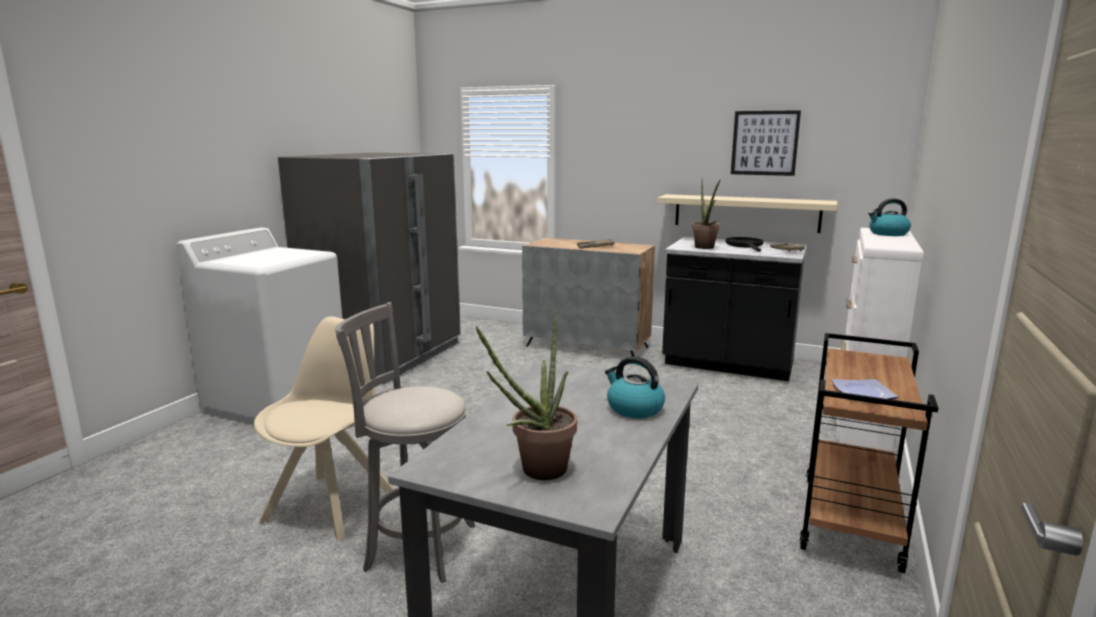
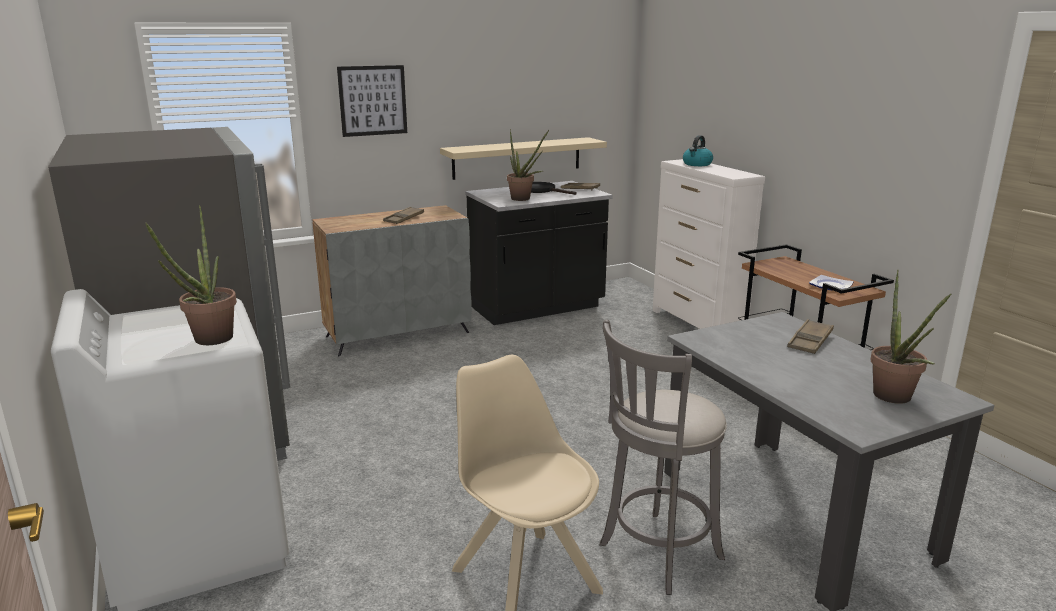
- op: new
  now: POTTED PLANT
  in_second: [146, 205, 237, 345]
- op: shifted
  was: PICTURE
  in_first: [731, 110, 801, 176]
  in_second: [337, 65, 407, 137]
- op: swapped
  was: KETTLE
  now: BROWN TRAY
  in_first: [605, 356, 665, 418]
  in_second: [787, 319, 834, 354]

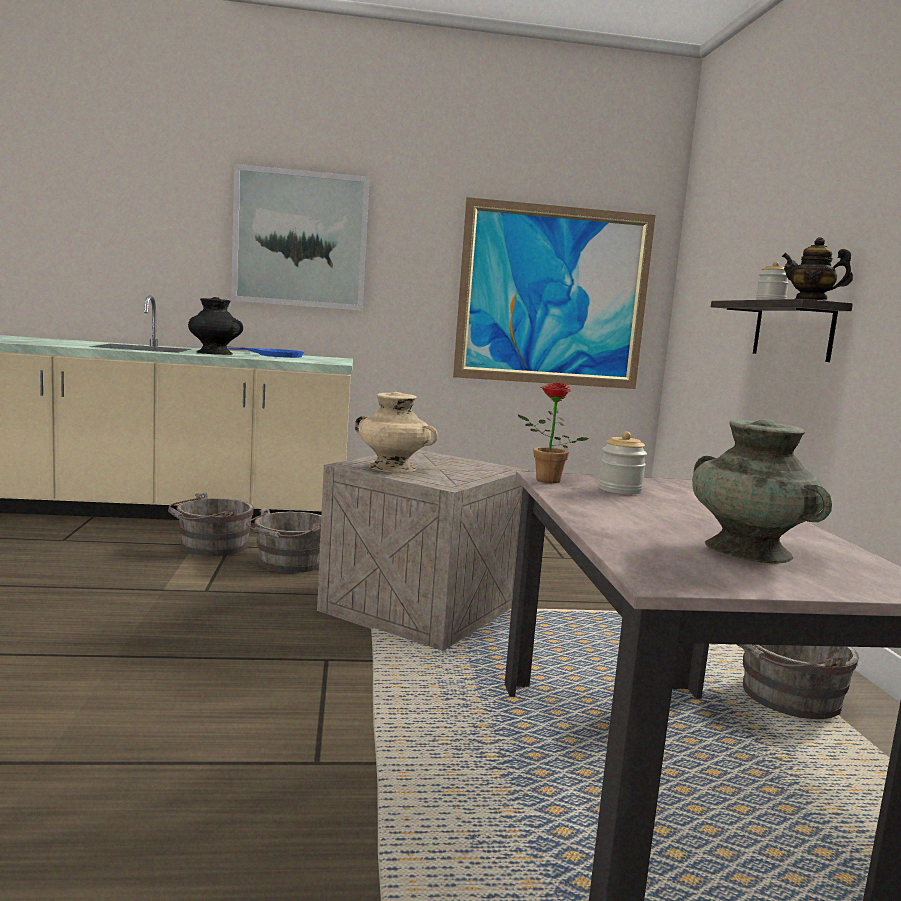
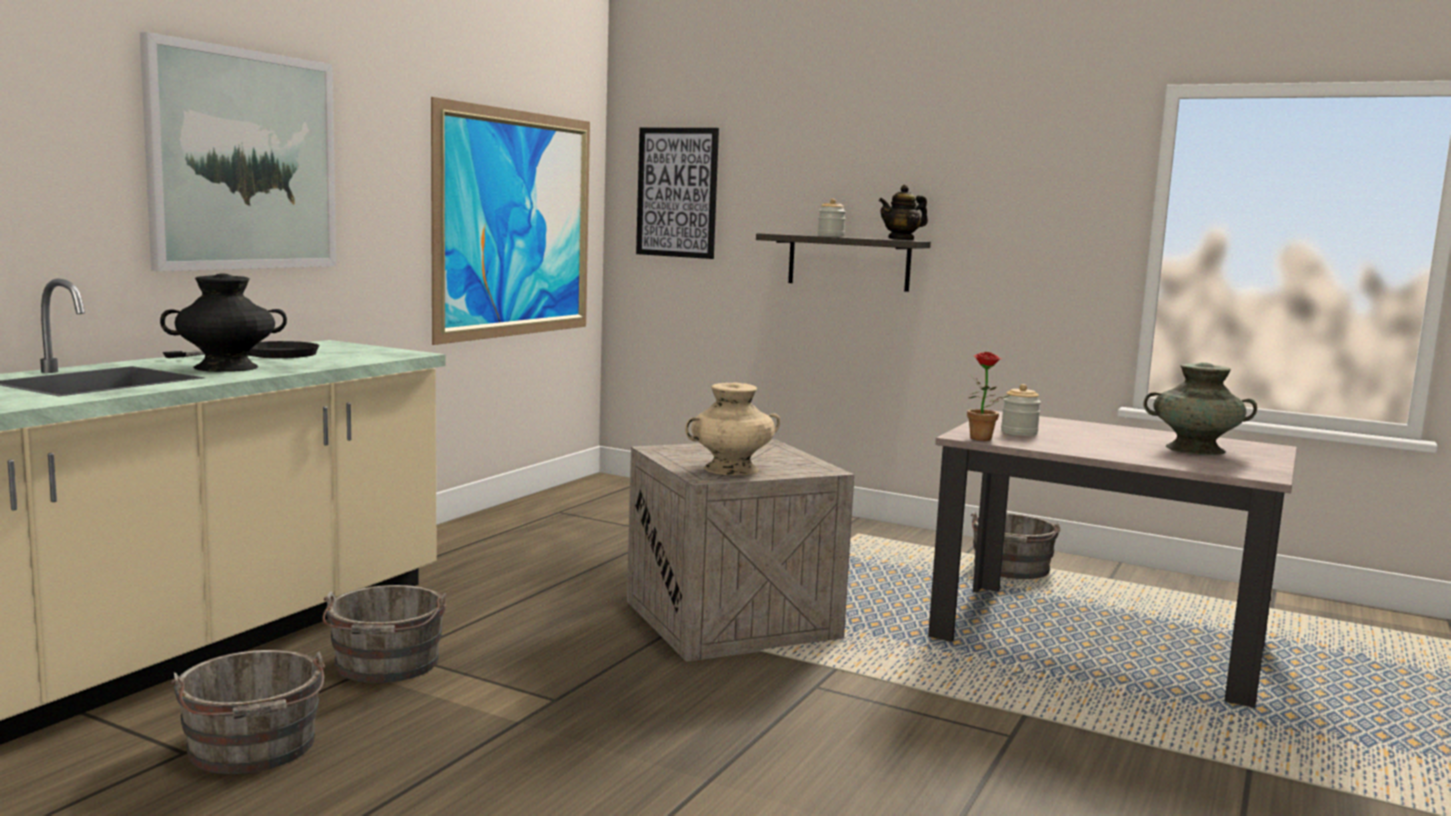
- op: repainted
  was: BLUE FRYING PAN
  now: BLACK FRYING PAN
  in_first: [226, 346, 304, 358]
  in_second: [163, 341, 319, 358]
- op: shifted
  was: GREY BUCKET
  in_first: [246, 508, 321, 573]
  in_second: [171, 650, 325, 774]
- op: new
  now: PICTURE
  in_second: [636, 128, 719, 259]

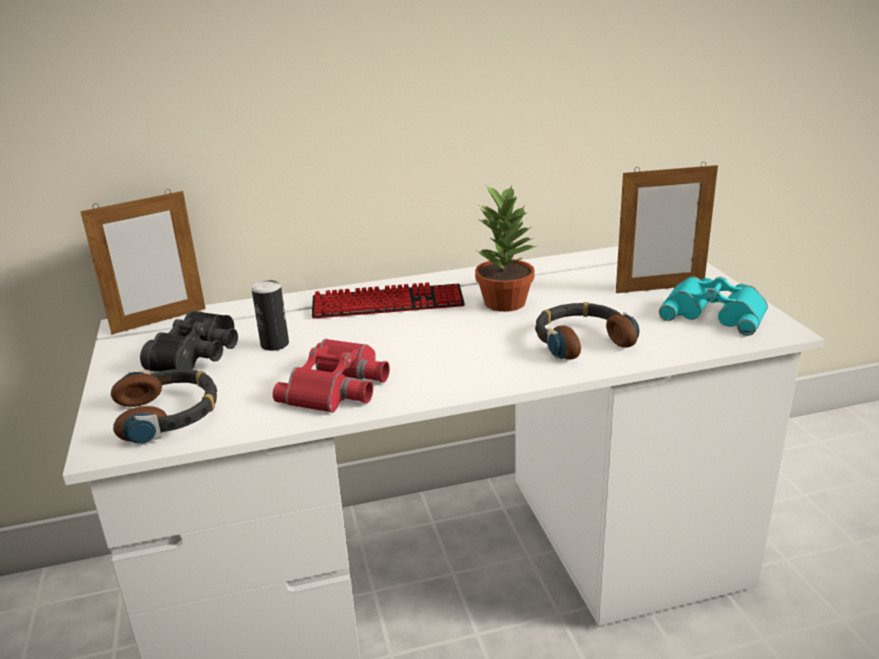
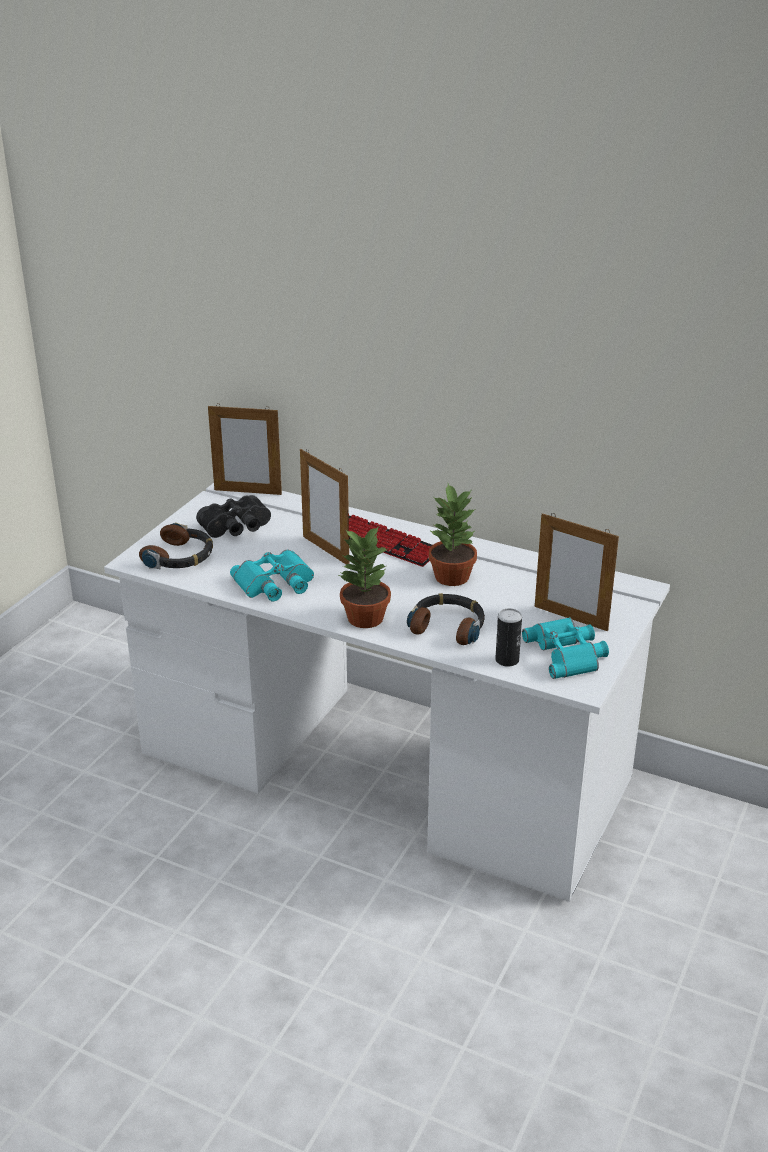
- op: repainted
  was: RED BINOCULARS
  now: TURQUOISE BINOCULARS
  in_first: [272, 339, 390, 413]
  in_second: [230, 550, 314, 601]
- op: new
  now: PICTURE FRAME
  in_second: [300, 449, 349, 564]
- op: new
  now: POTTED PLANT
  in_second: [339, 526, 391, 628]
- op: shifted
  was: CAN
  in_first: [252, 280, 289, 351]
  in_second: [495, 608, 522, 667]

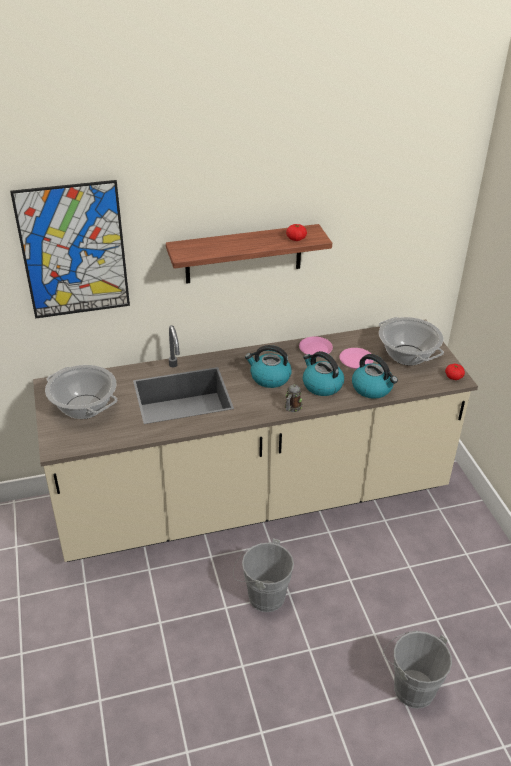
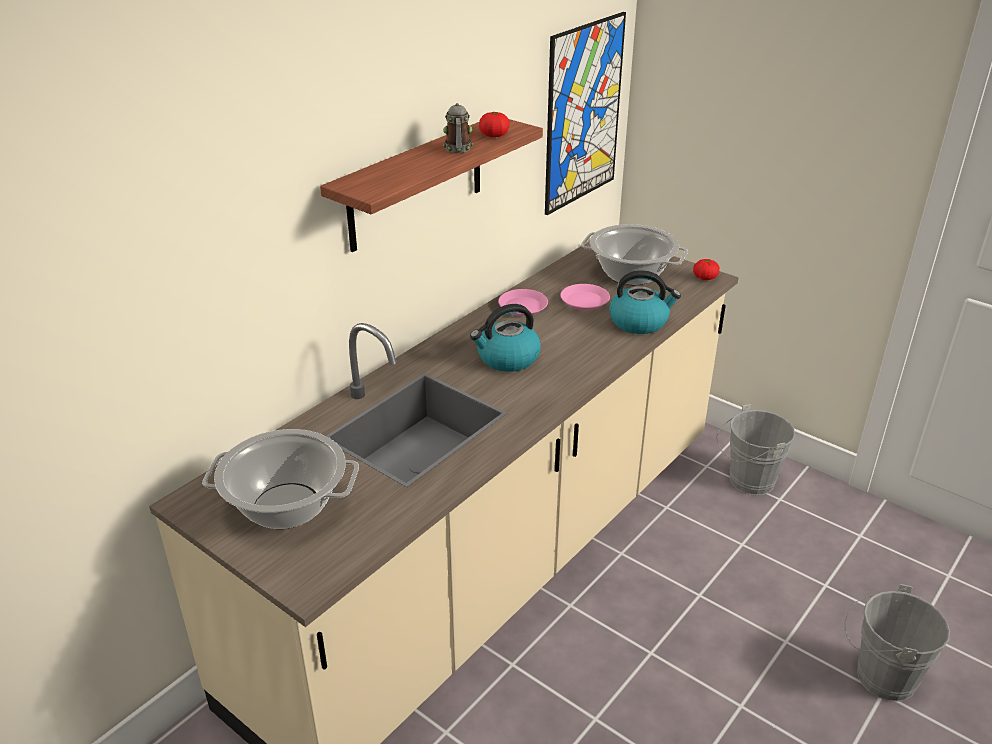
- op: shifted
  was: MUG
  in_first: [285, 384, 302, 412]
  in_second: [443, 103, 473, 153]
- op: shifted
  was: PICTURE
  in_first: [10, 180, 130, 319]
  in_second: [545, 12, 626, 215]
- op: shifted
  was: GREY BUCKET
  in_first: [233, 538, 294, 612]
  in_second: [716, 404, 795, 495]
- op: gone
  was: KETTLE
  in_first: [303, 351, 344, 396]

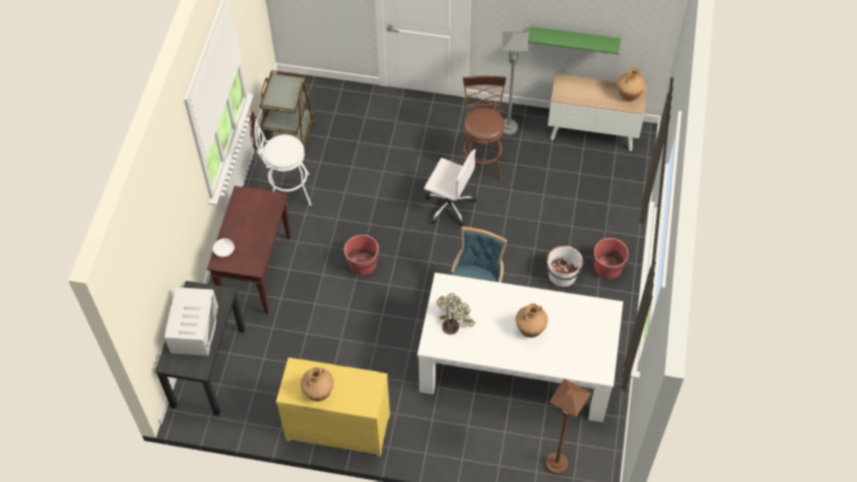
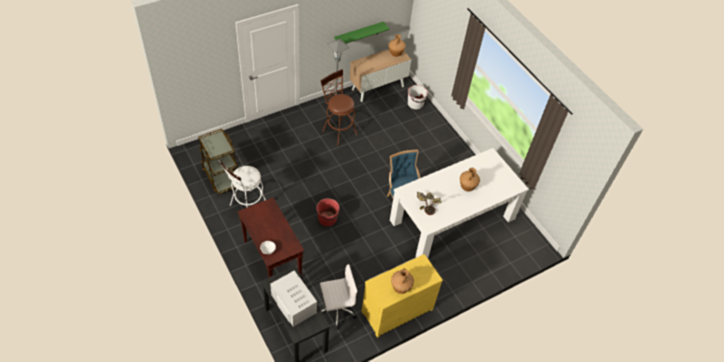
- op: shifted
  was: WHITE OFFICE CHAIR
  in_first: [424, 149, 476, 226]
  in_second: [320, 264, 357, 330]
- op: shifted
  was: WHITE BUCKET
  in_first: [547, 246, 584, 287]
  in_second: [408, 85, 428, 109]
- op: gone
  was: BROWN FLOOR LAMP
  in_first: [546, 378, 591, 475]
- op: gone
  was: RED BUCKET
  in_first: [594, 238, 629, 279]

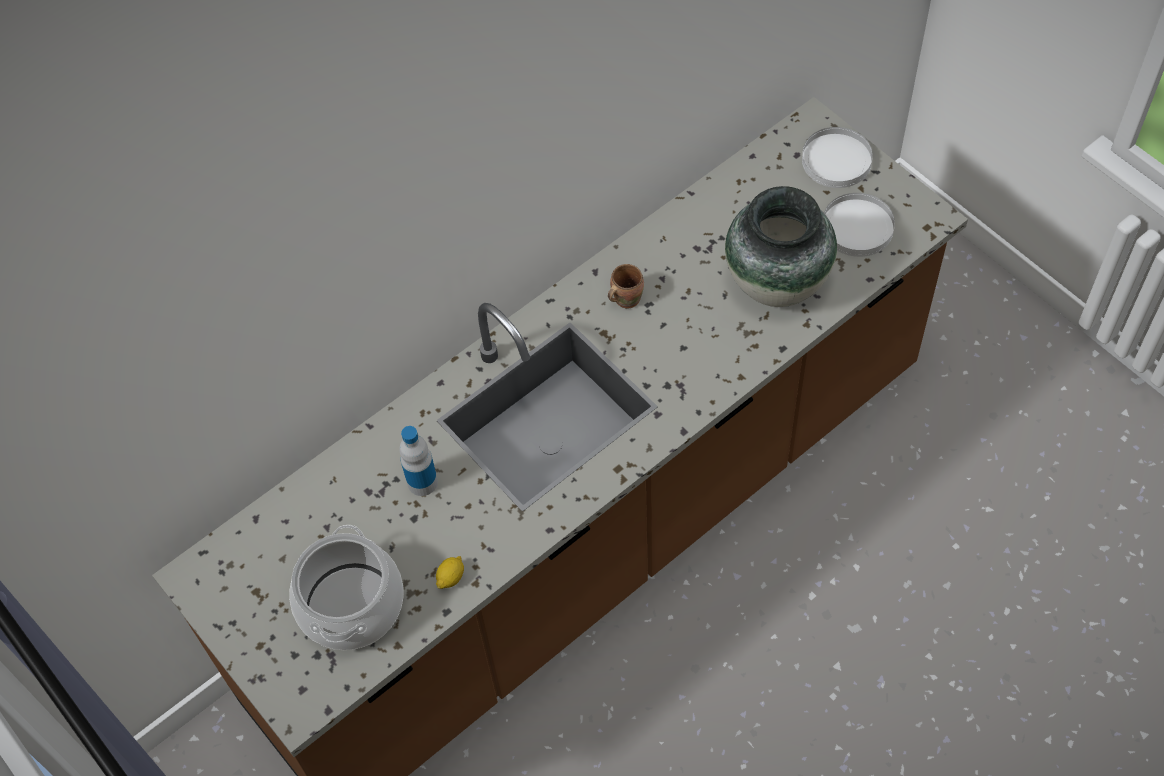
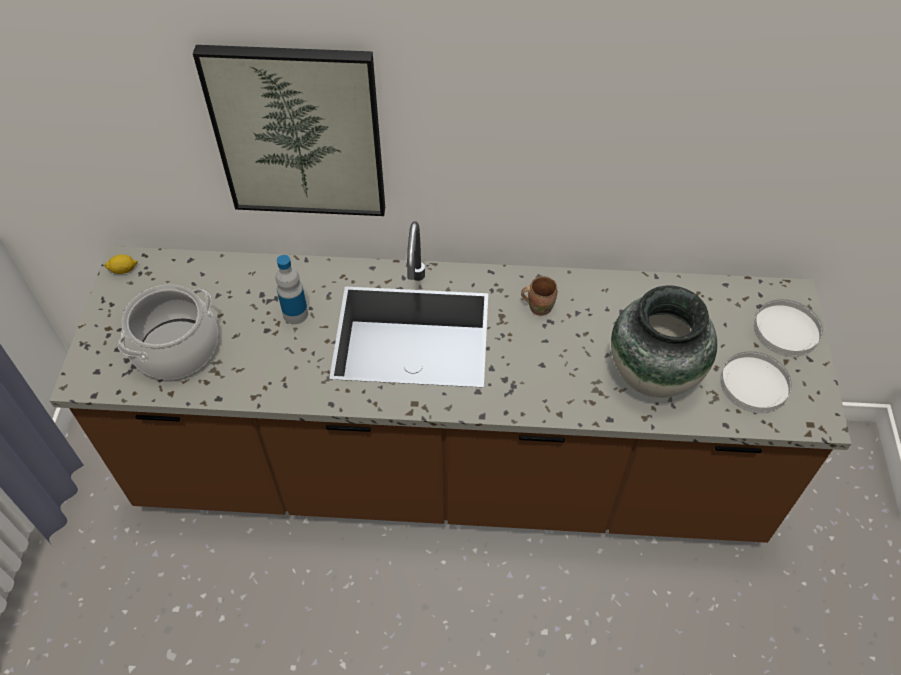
- op: shifted
  was: LEMON
  in_first: [436, 556, 464, 589]
  in_second: [104, 255, 138, 274]
- op: new
  now: PICTURE
  in_second: [193, 45, 385, 216]

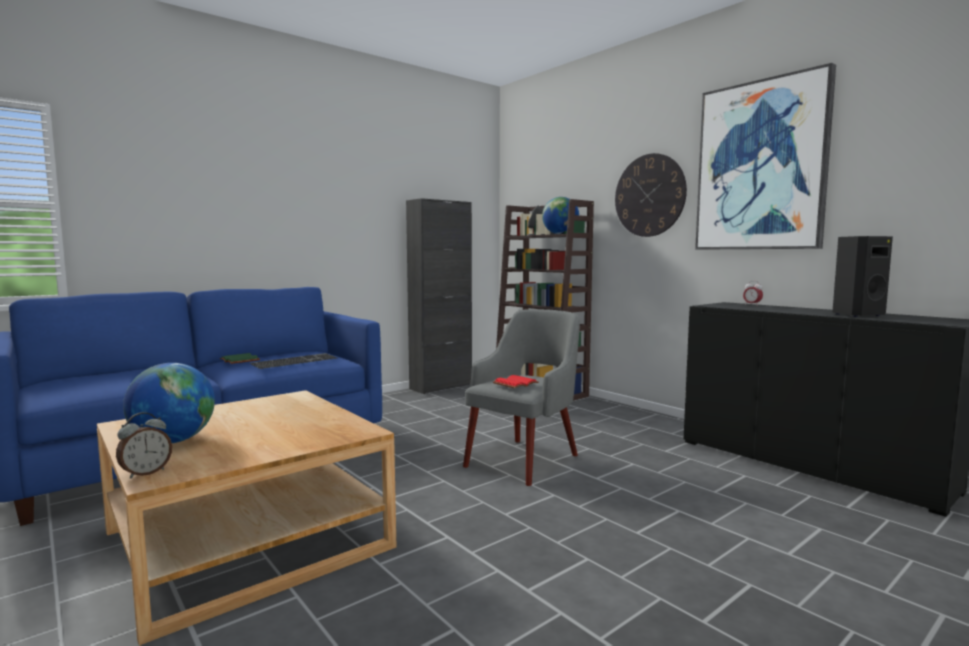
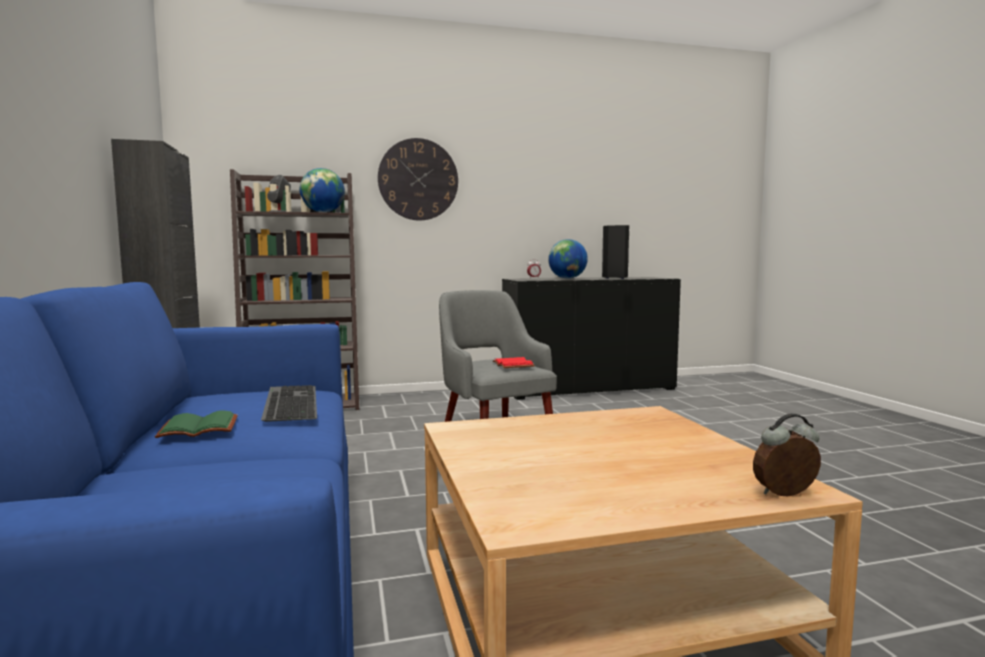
- op: shifted
  was: GLOBE
  in_first: [123, 363, 215, 443]
  in_second: [548, 239, 588, 279]
- op: rotated
  was: ALARM CLOCK
  in_first: [116, 412, 172, 479]
  in_second: [753, 413, 821, 496]
  clockwise: -75
- op: gone
  was: PICTURE
  in_first: [695, 63, 836, 249]

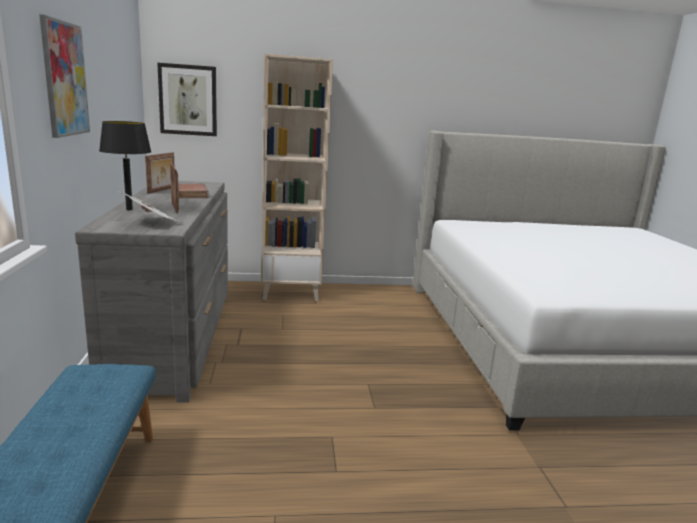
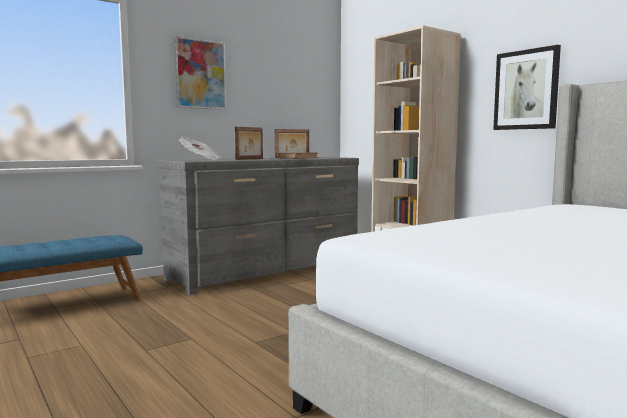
- op: shifted
  was: PICTURE
  in_first: [157, 63, 217, 136]
  in_second: [493, 45, 561, 130]
- op: gone
  was: BLACK TABLE LAMP
  in_first: [99, 121, 151, 210]

